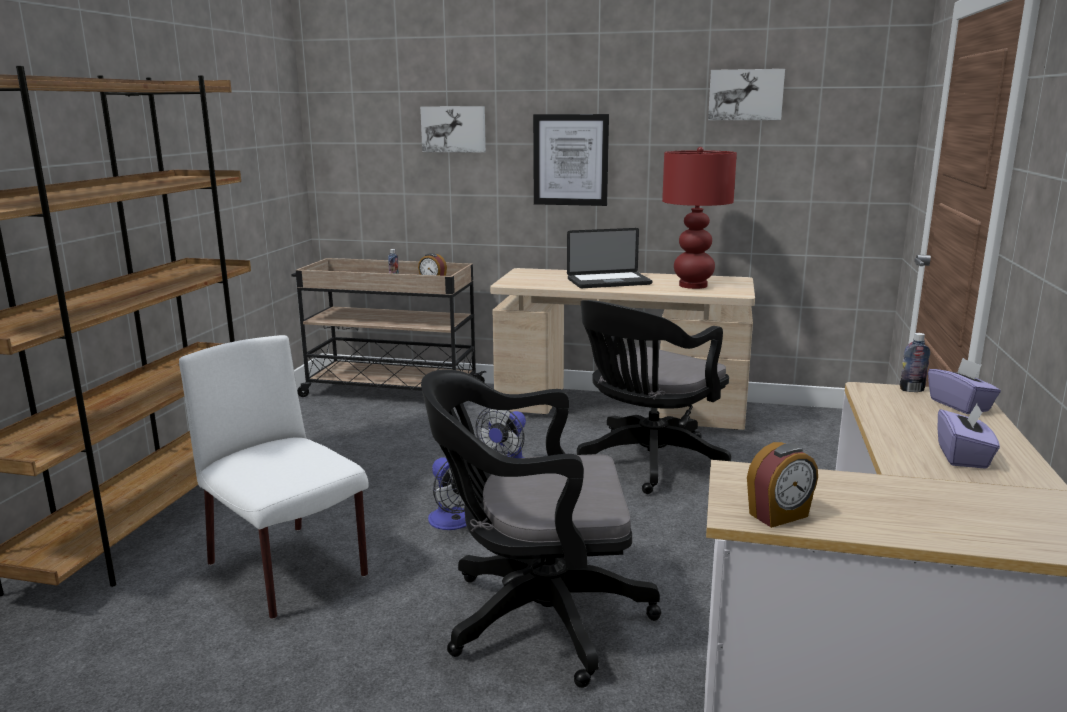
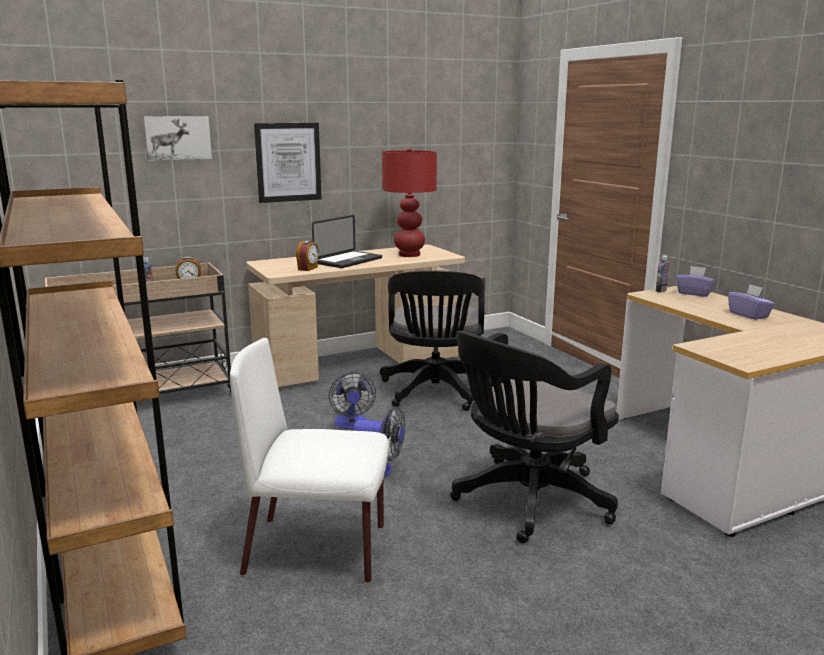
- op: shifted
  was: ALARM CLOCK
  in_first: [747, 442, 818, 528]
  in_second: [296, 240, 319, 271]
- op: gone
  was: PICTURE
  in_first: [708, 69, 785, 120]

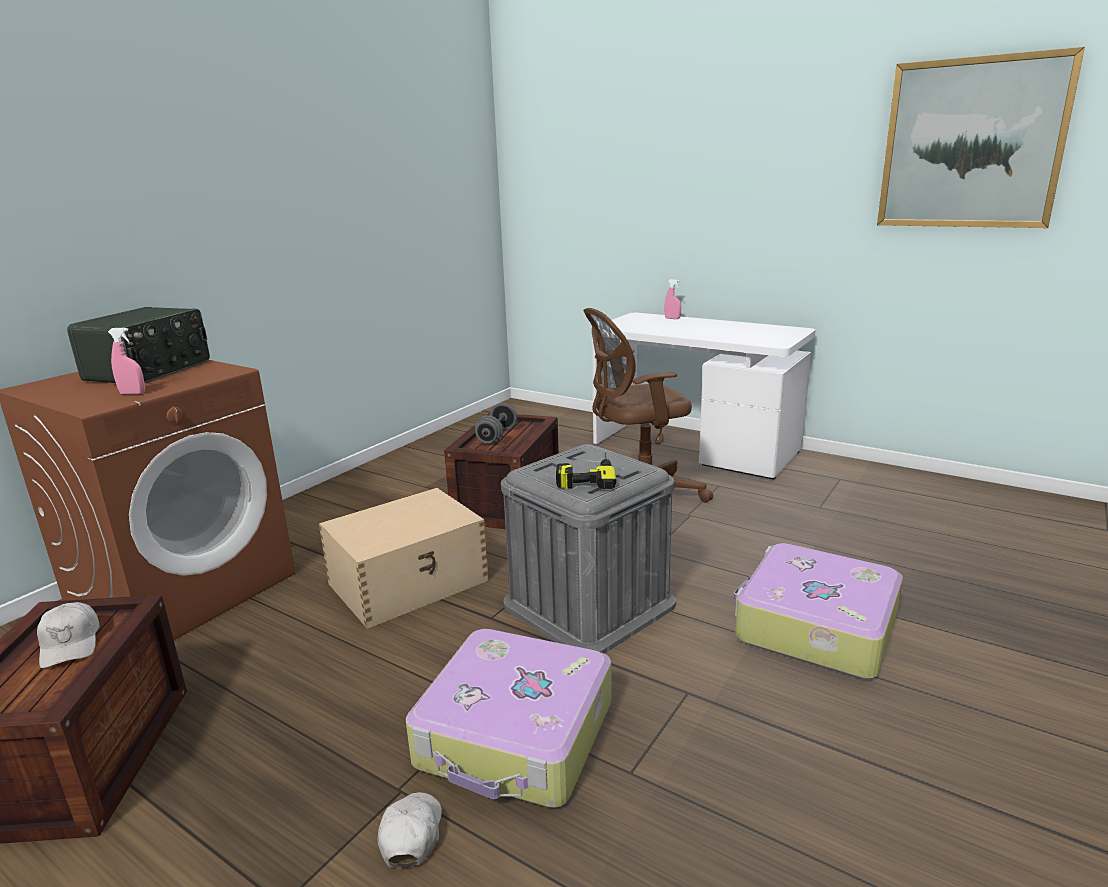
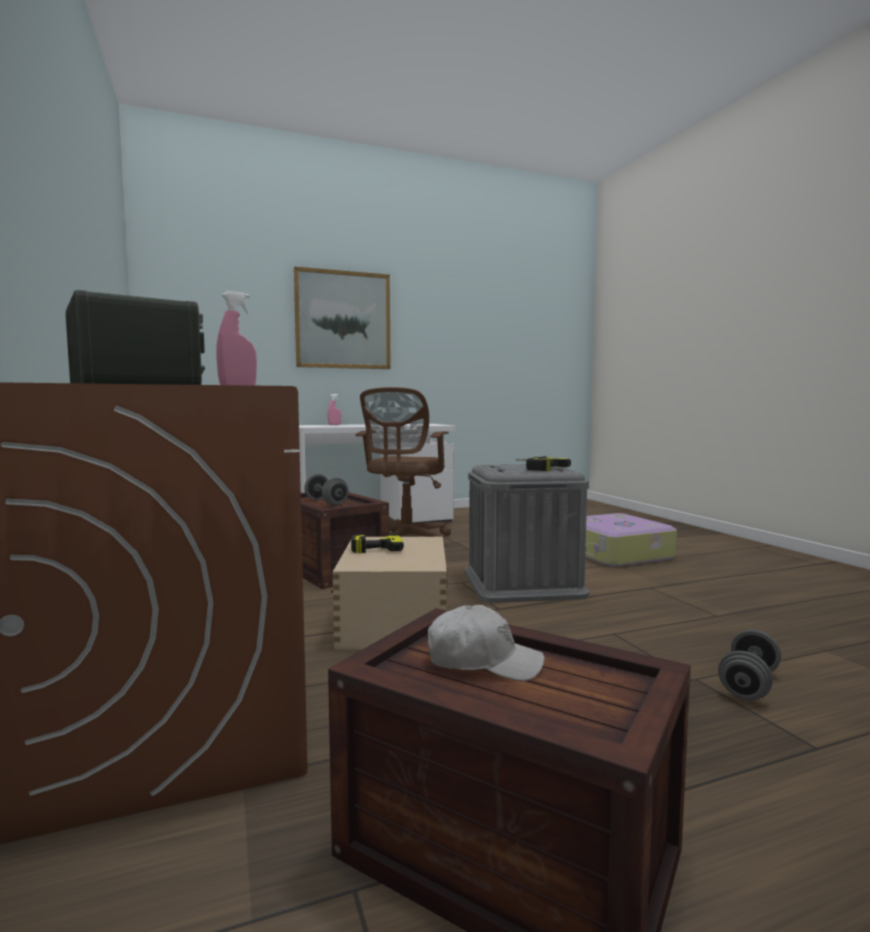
- op: shifted
  was: PICTURE
  in_first: [877, 47, 1085, 228]
  in_second: [294, 267, 391, 369]
- op: new
  now: POWER DRILL
  in_second: [351, 531, 404, 553]
- op: swapped
  was: WHITE CAP
  now: GREY DUMBBELL
  in_first: [377, 792, 442, 868]
  in_second: [718, 630, 781, 700]
- op: gone
  was: SUITCASE
  in_first: [406, 629, 611, 808]

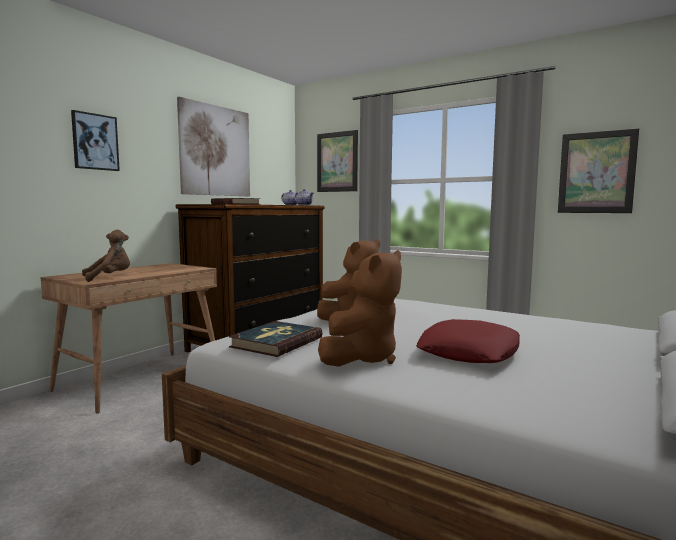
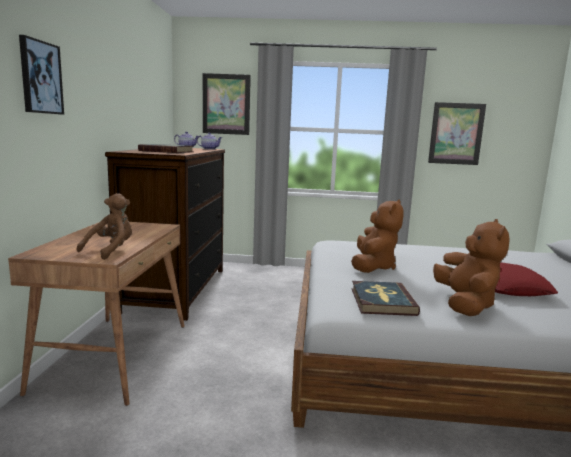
- op: gone
  was: PICTURE
  in_first: [177, 97, 250, 197]

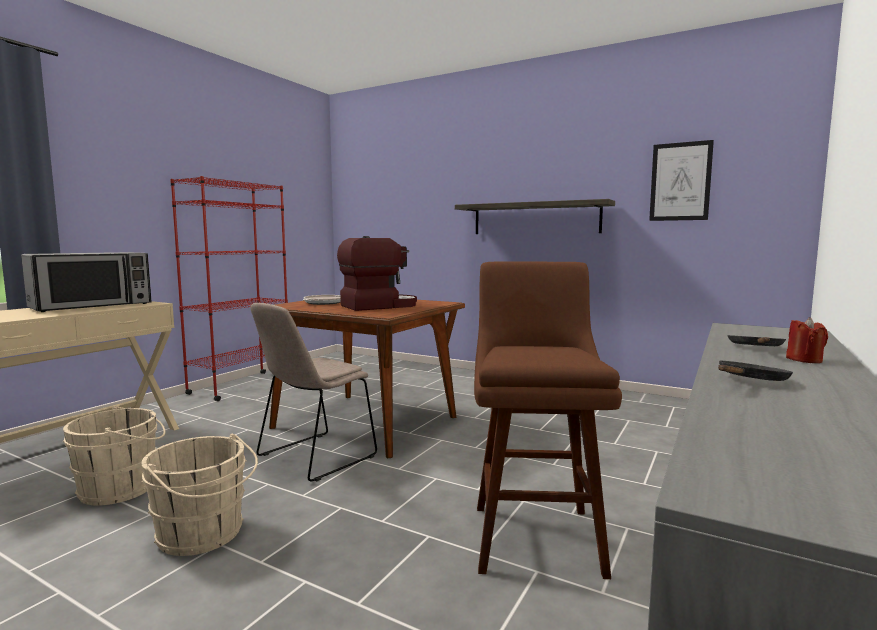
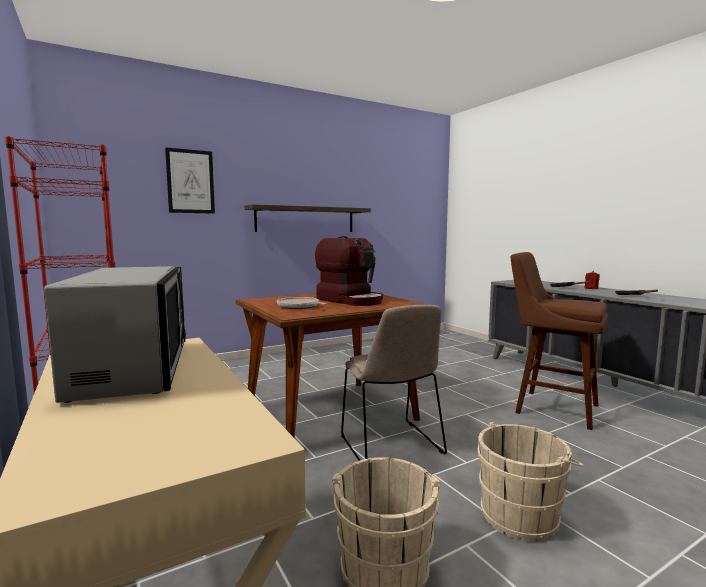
- op: shifted
  was: PICTURE
  in_first: [649, 140, 714, 221]
  in_second: [165, 147, 215, 214]
- op: rotated
  was: COFFEE MACHINE
  in_first: [337, 236, 417, 311]
  in_second: [315, 236, 383, 306]
  clockwise: 135

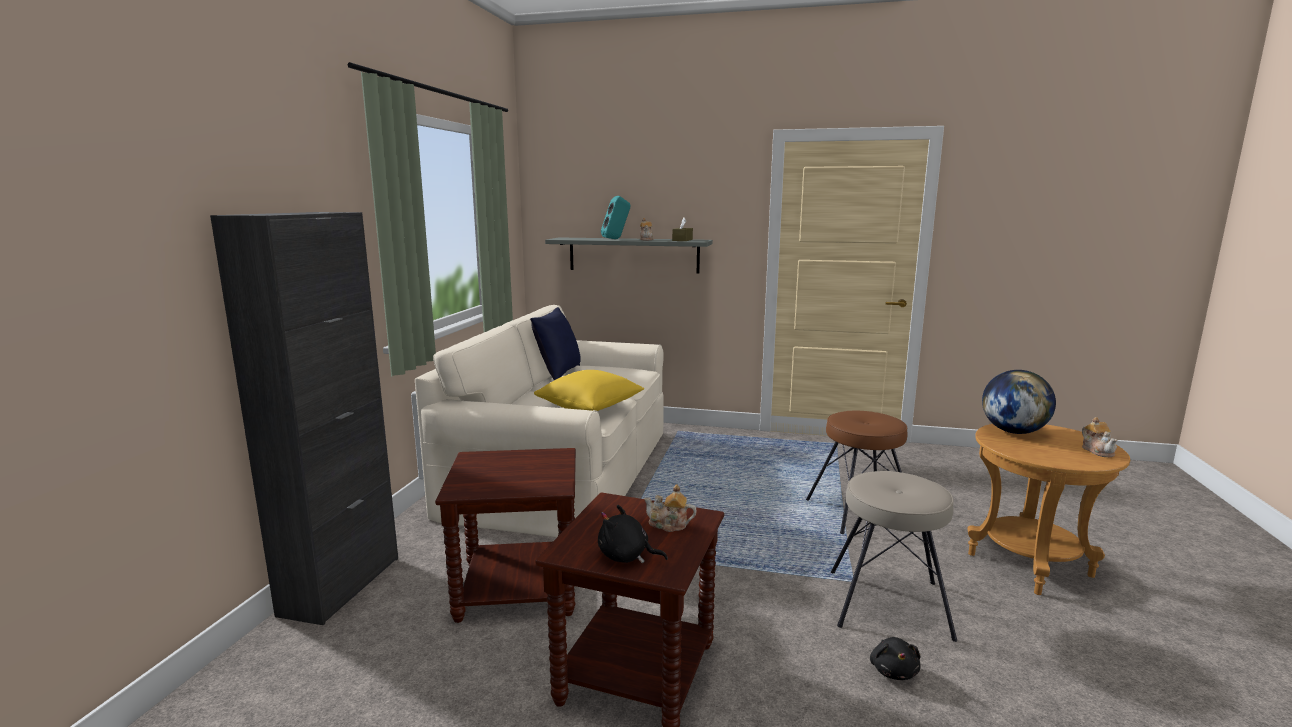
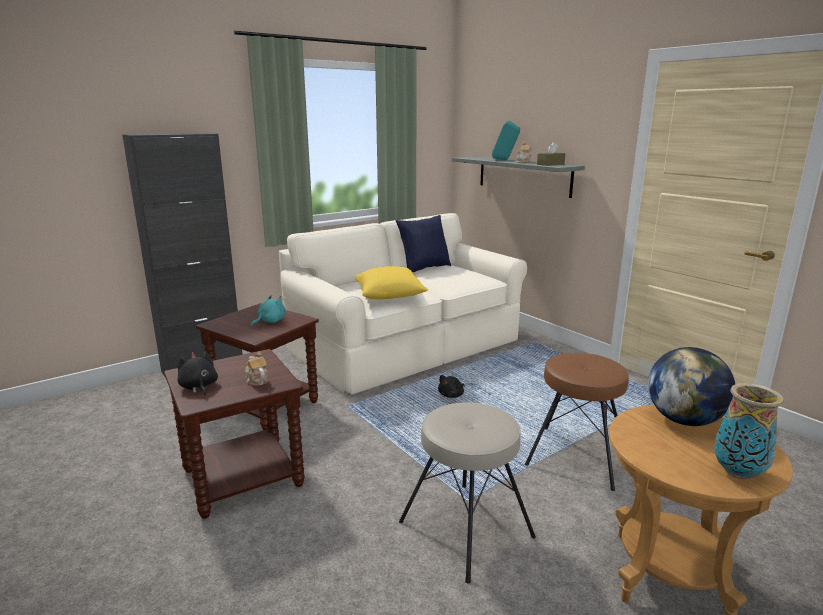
- op: new
  now: TURQUOISE PLUSH TOY
  in_second: [251, 295, 286, 326]
- op: shifted
  was: BLACK PLUSH TOY
  in_first: [870, 637, 920, 680]
  in_second: [438, 375, 465, 398]
- op: swapped
  was: TEAPOT
  now: VASE
  in_first: [1082, 417, 1118, 457]
  in_second: [714, 383, 784, 480]

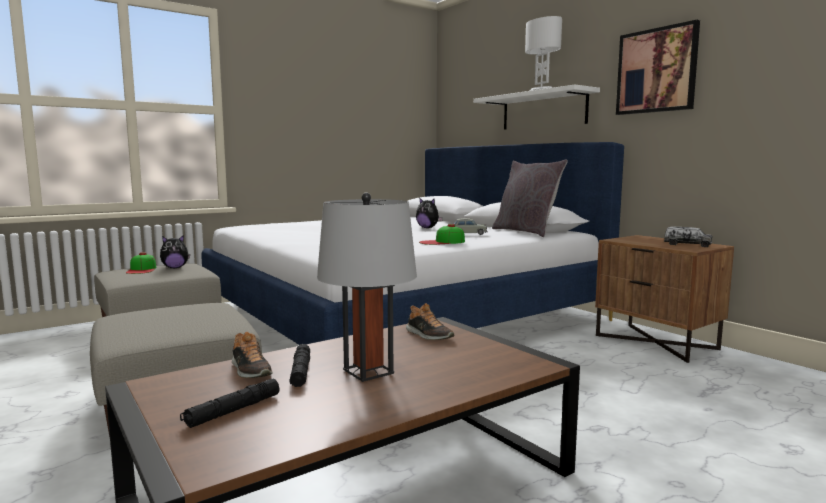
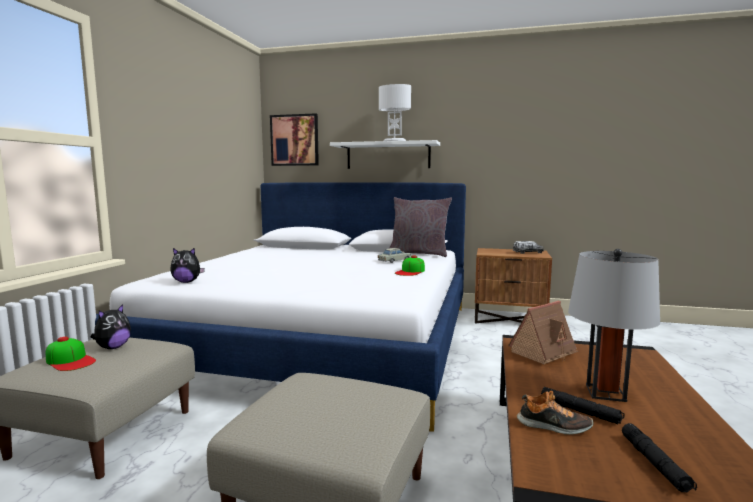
- op: shifted
  was: PLUSH TOY
  in_first: [416, 197, 443, 228]
  in_second: [170, 248, 205, 283]
- op: shifted
  was: PICTURE
  in_first: [616, 20, 700, 115]
  in_second: [270, 113, 319, 166]
- op: swapped
  was: SHOE
  now: TOY HOUSE
  in_first: [406, 303, 455, 340]
  in_second: [508, 301, 578, 365]

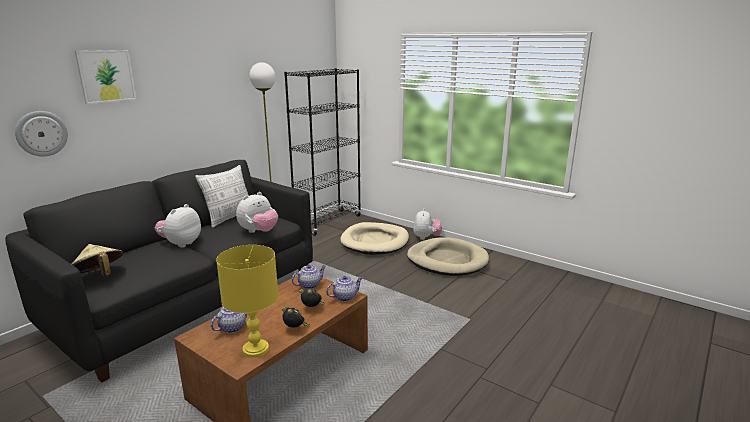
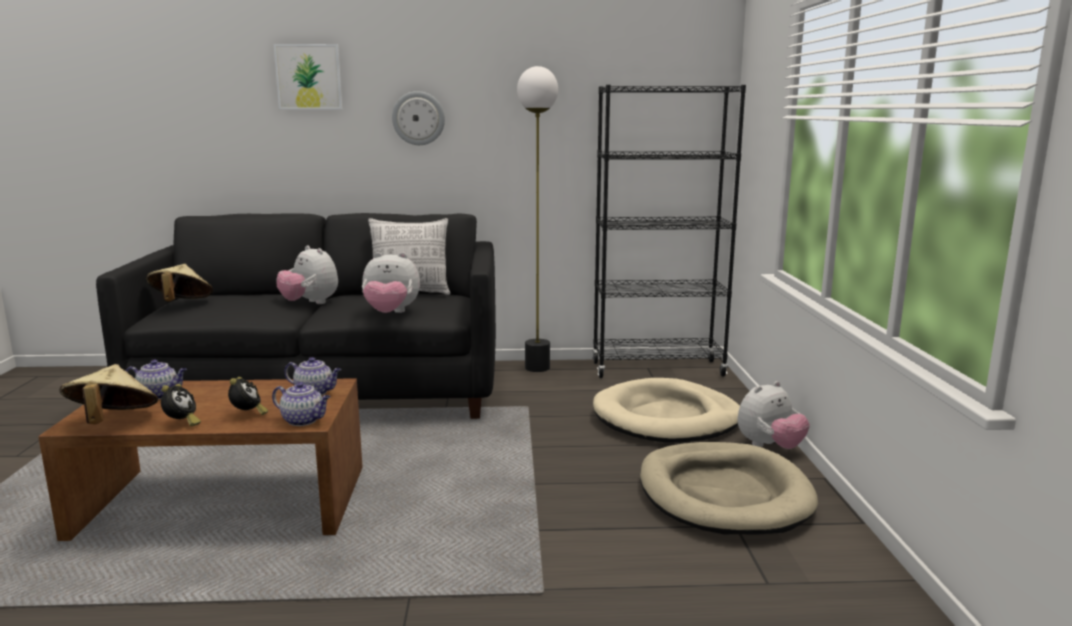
- op: swapped
  was: YELLOW TABLE LAMP
  now: BEIGE HAT
  in_first: [216, 245, 279, 358]
  in_second: [59, 364, 158, 424]
- op: rotated
  was: PLUSH TOY
  in_first: [155, 204, 201, 247]
  in_second: [277, 245, 338, 304]
  clockwise: -120
- op: shifted
  was: WALL CLOCK
  in_first: [15, 111, 68, 157]
  in_second: [392, 91, 445, 145]

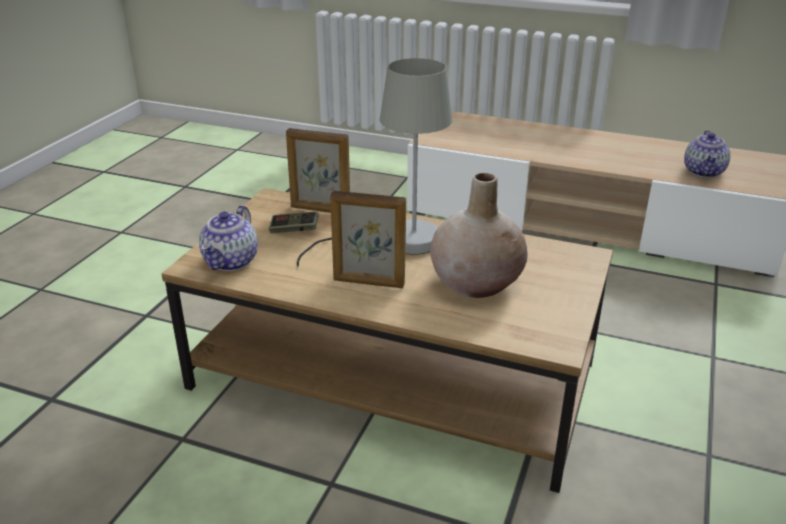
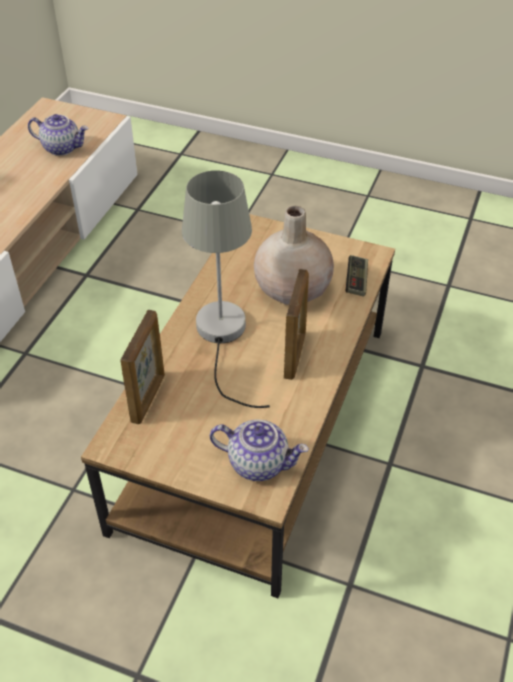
- op: shifted
  was: GAME CONTROLLER
  in_first: [269, 211, 319, 233]
  in_second: [346, 255, 368, 296]

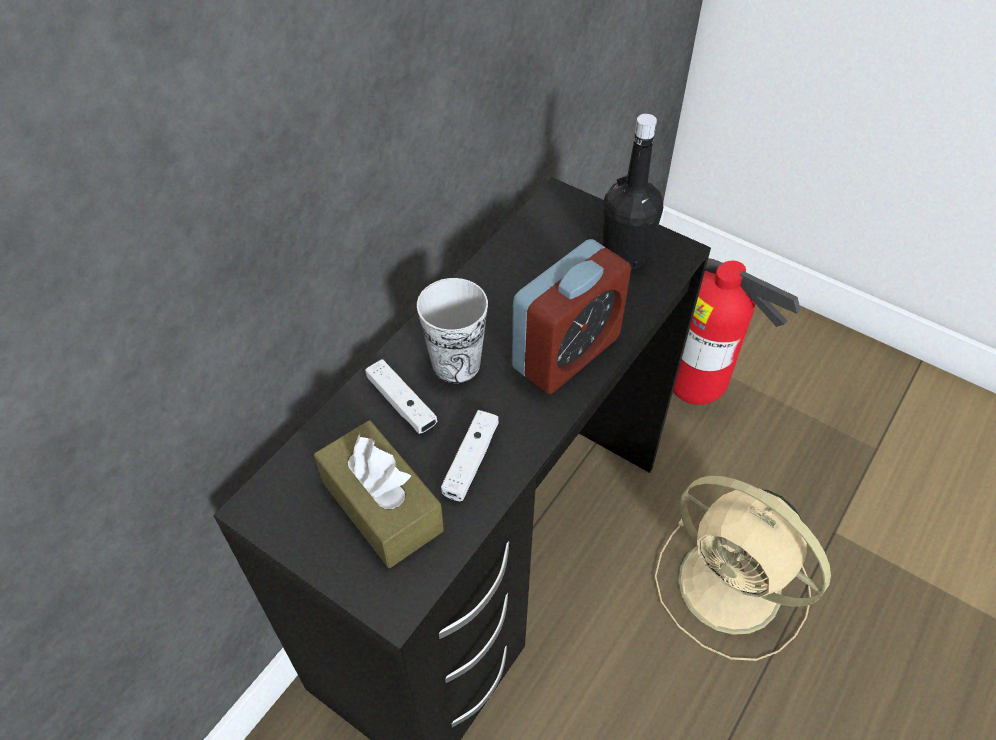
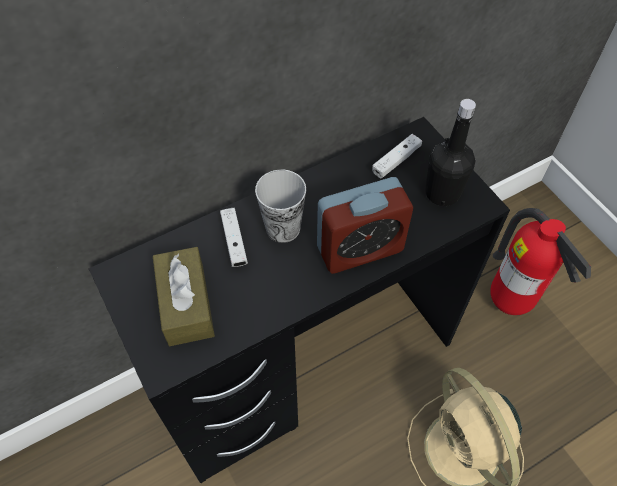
- op: shifted
  was: WHITE GAME CONTROLLER
  in_first: [441, 410, 499, 501]
  in_second: [372, 134, 422, 178]

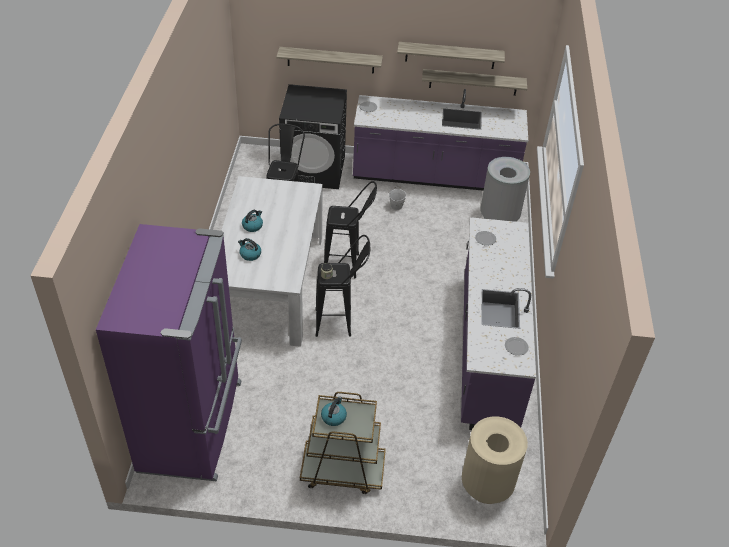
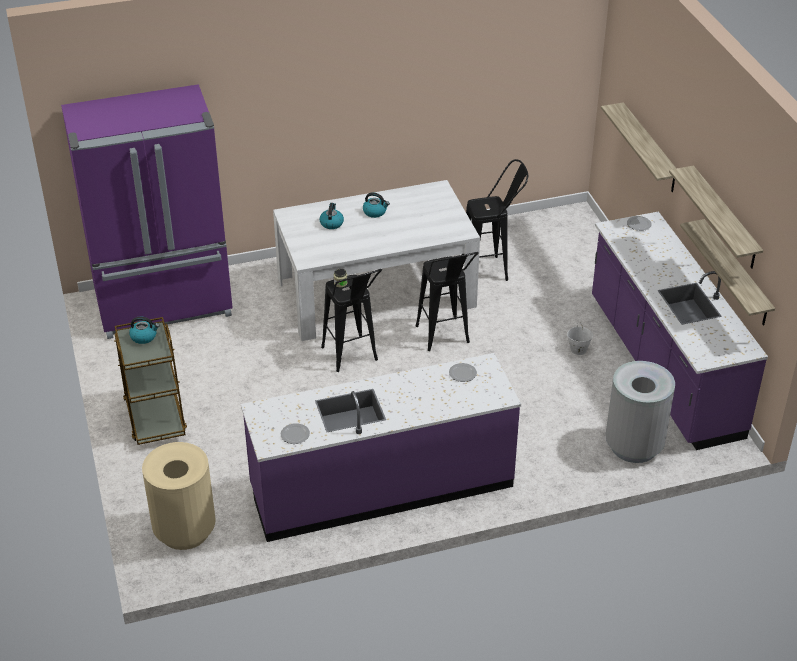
- op: gone
  was: BLACK WASHING MACHINE
  in_first: [279, 84, 347, 189]

